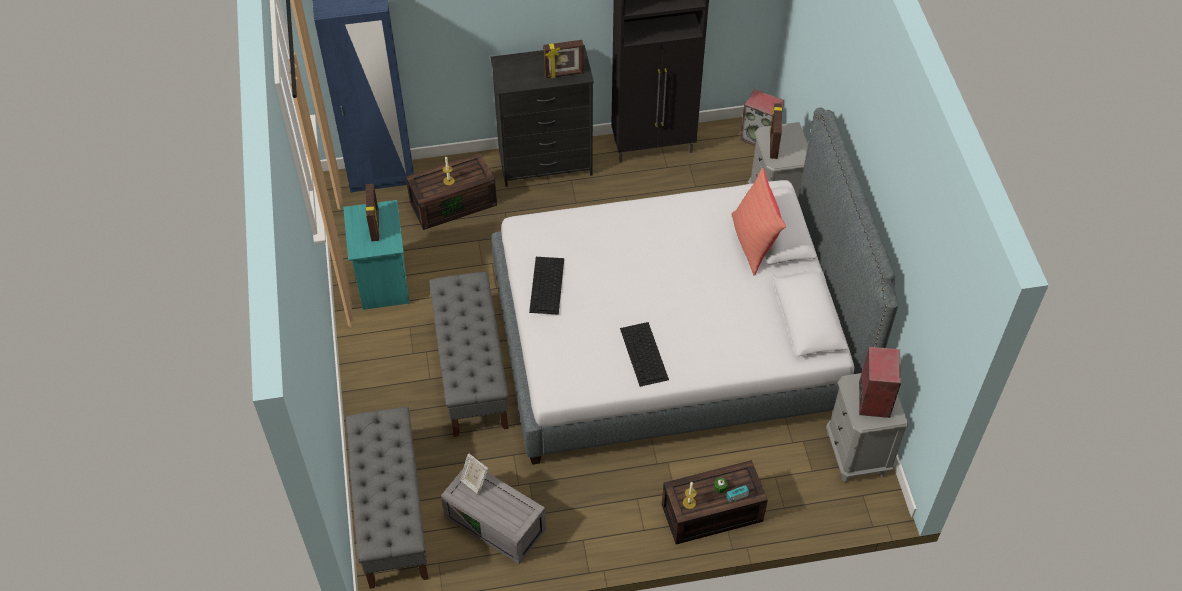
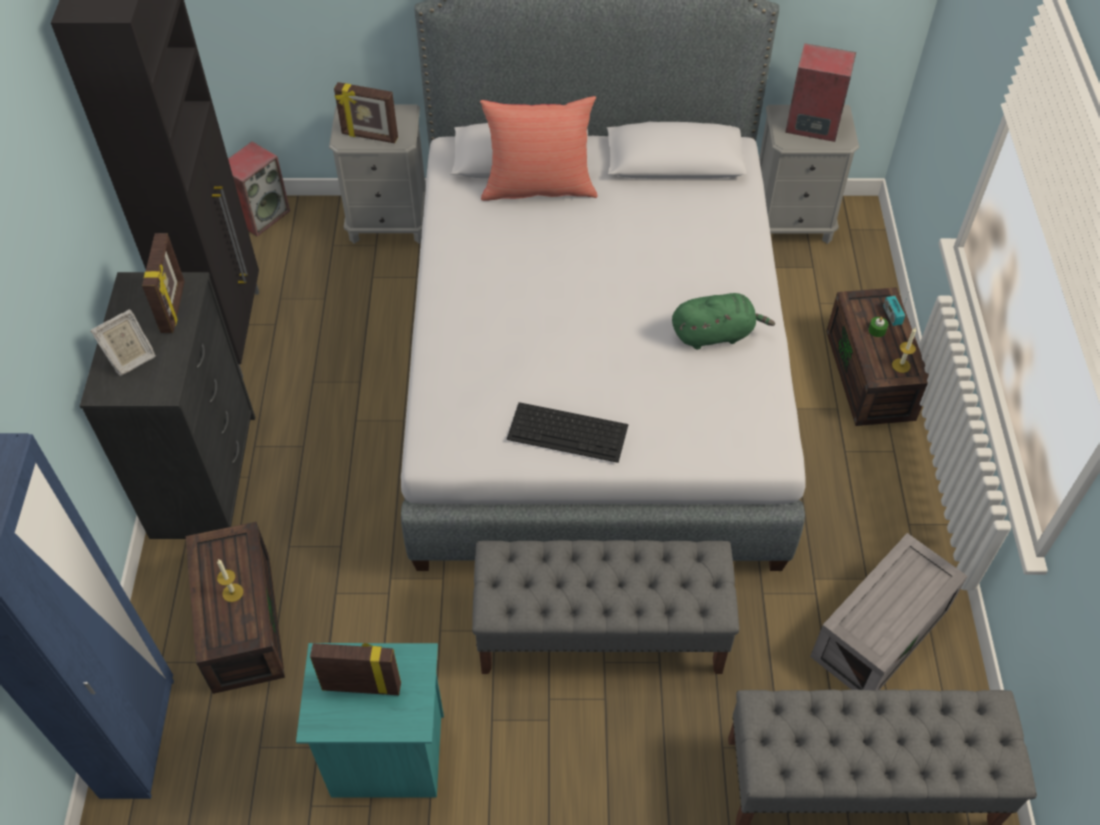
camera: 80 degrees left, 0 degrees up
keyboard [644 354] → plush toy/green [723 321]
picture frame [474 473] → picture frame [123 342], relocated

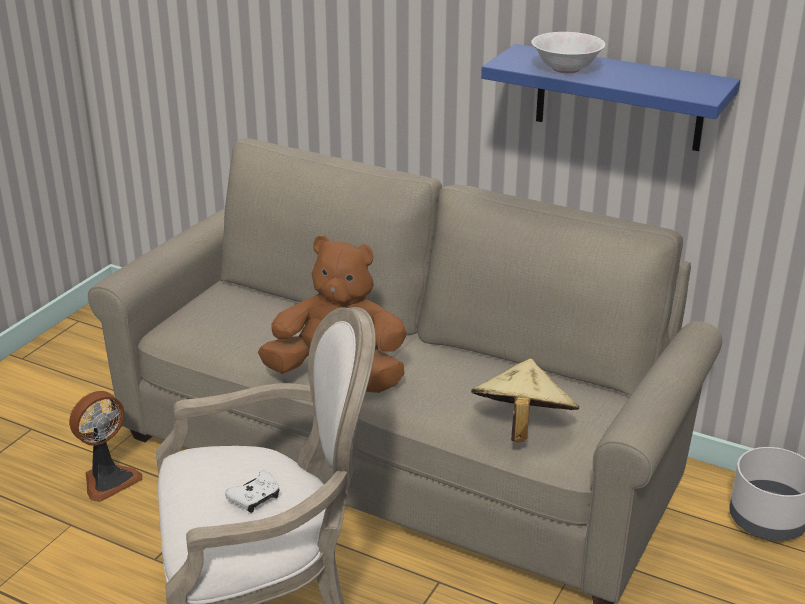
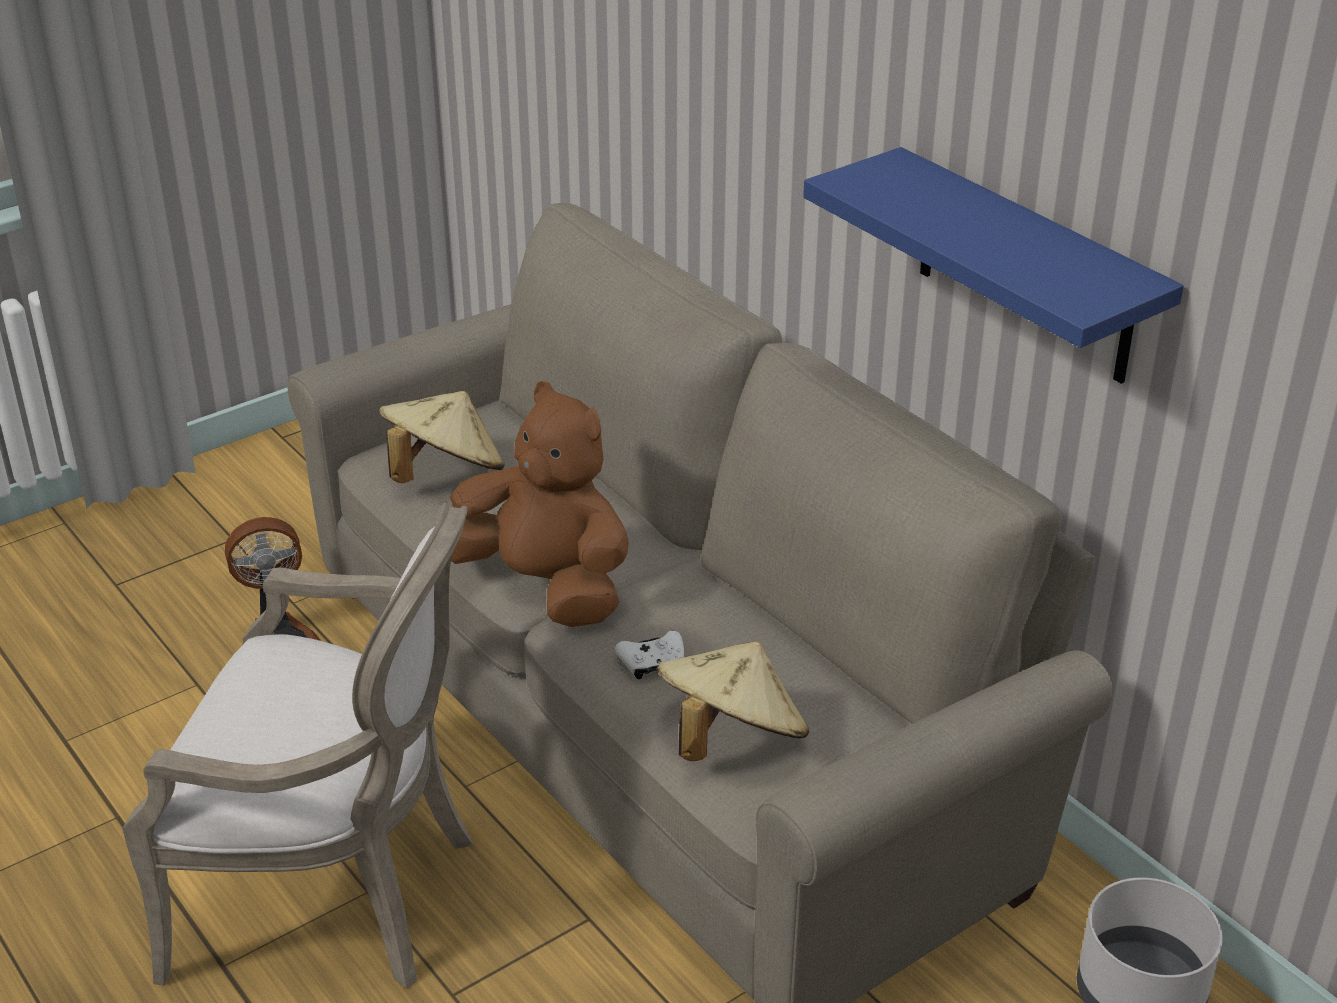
camera: 25 degrees right, 5 degrees up
bowl/white [568 52] → -
game controller/white [252 492] → game controller/white [649 655], relocated
- → hat/beige [442 437]

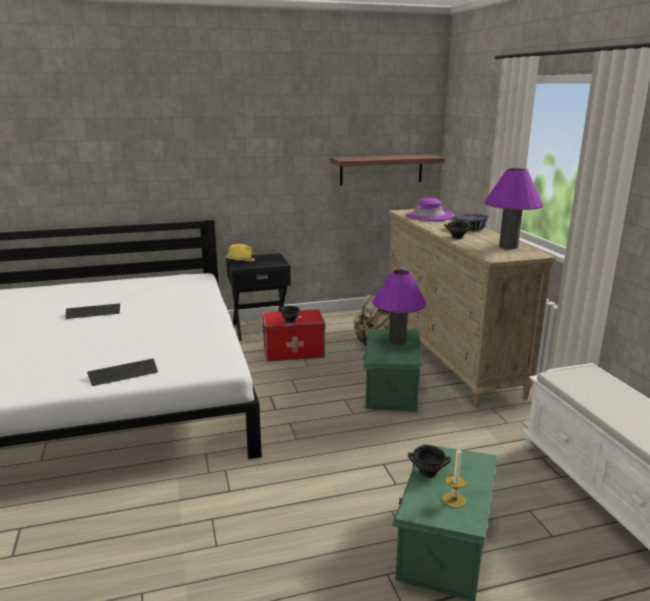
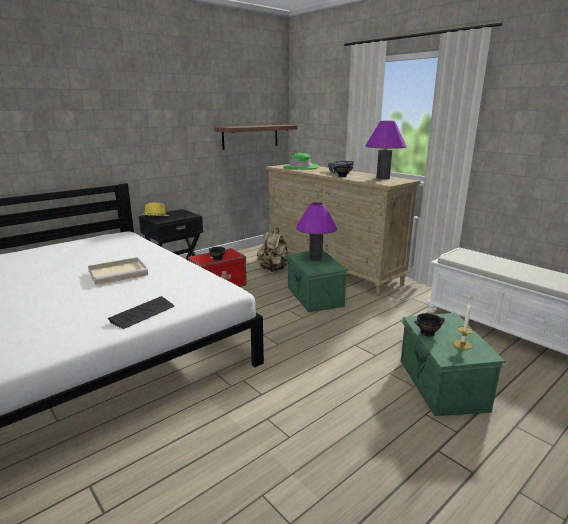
camera: 25 degrees left, 0 degrees up
hat/purple [429 209] → hat/green [301 161]
keyboard [93 311] → -
- → tray/beige [118 271]

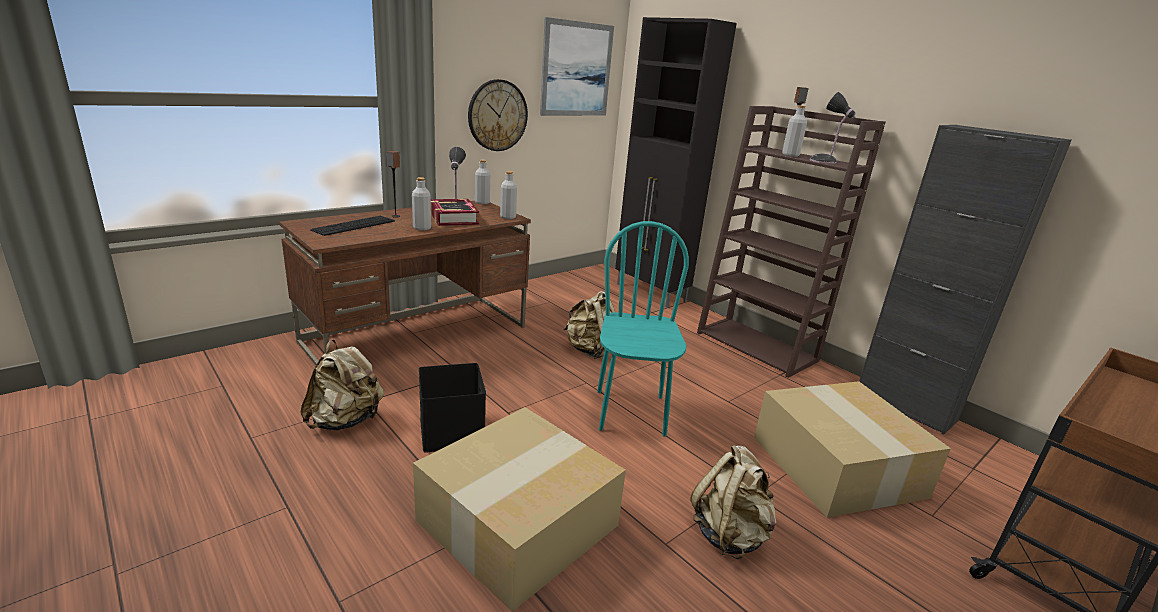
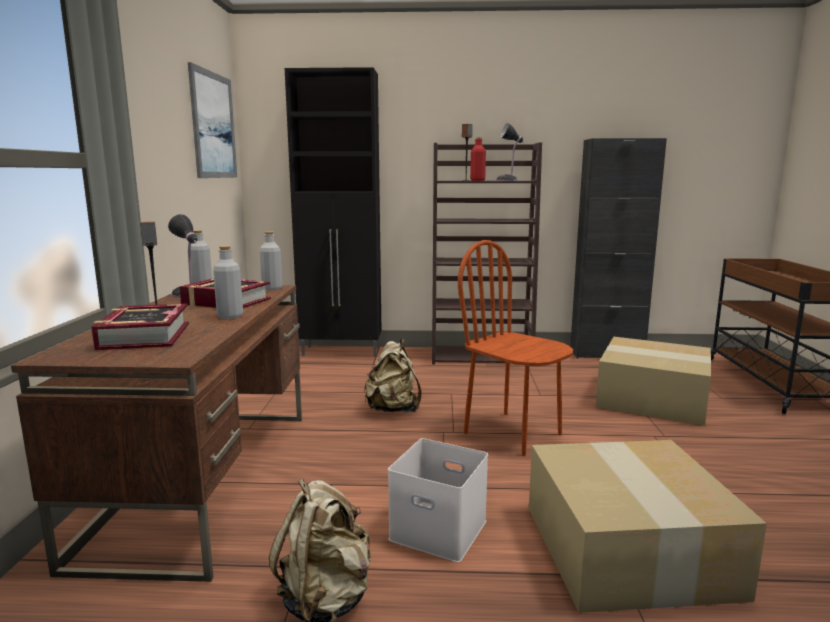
camera: 45 degrees left, 10 degrees down
wall clock [498 115] → -
bottle/grey [794 131] → bottle/red [478 159]
keyboard [352 226] → book [140 327]
chair/turquoise [643 329] → chair/brown [515 348]
storage box/black [452 408] → storage box/white [438 500]
backpack/beige [733 502] → -

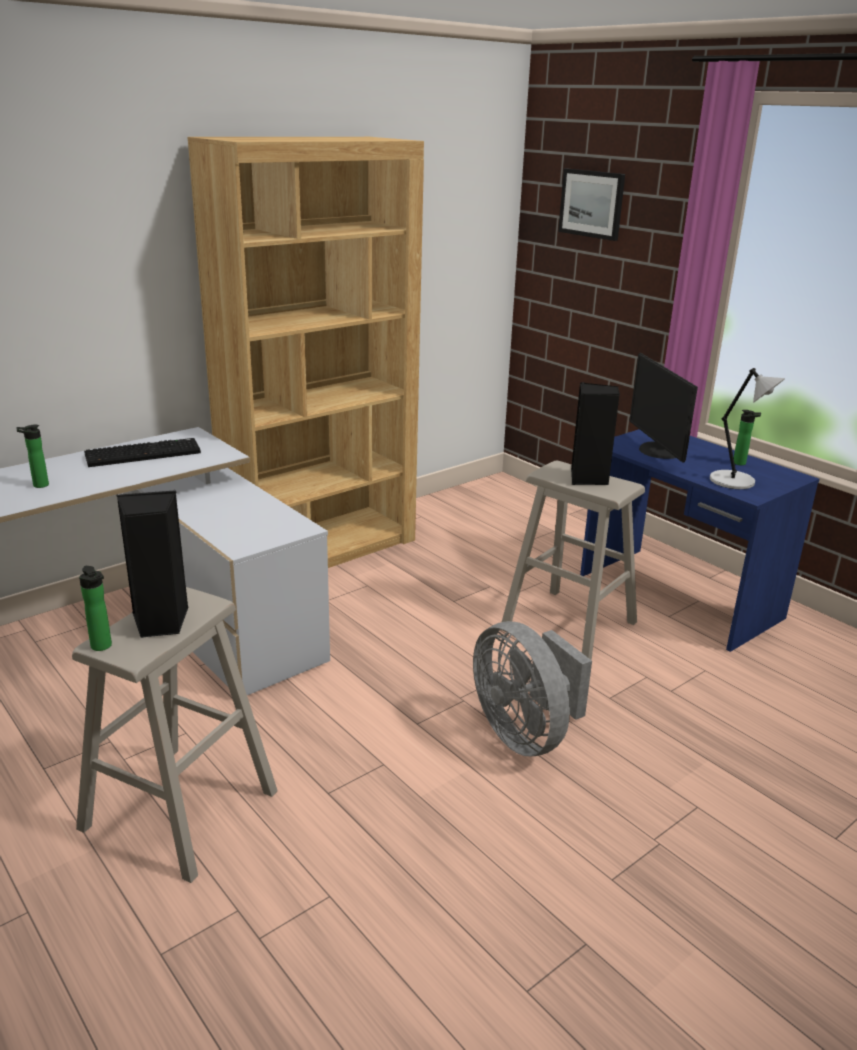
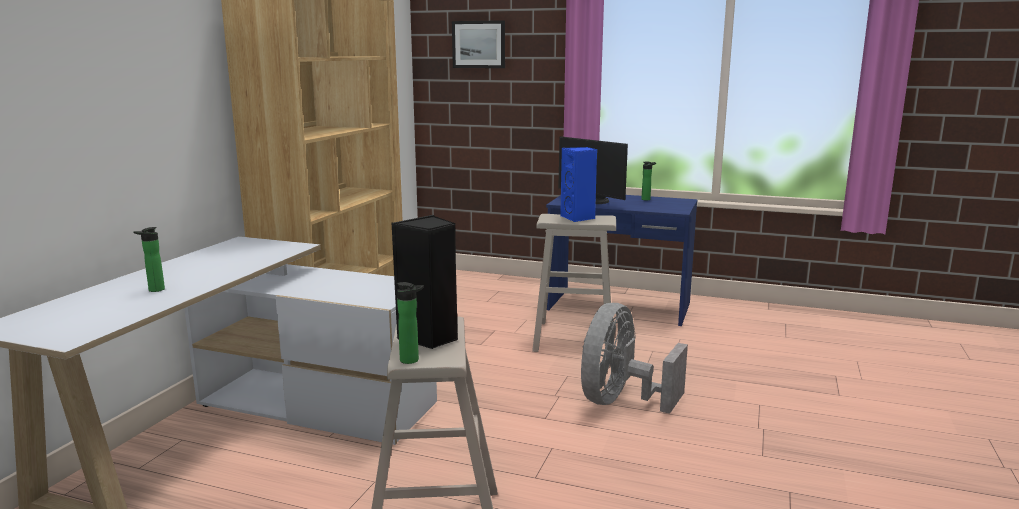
camera: 30 degrees left, 10 degrees down
table lamp/grey [747 428] → -
speaker/black [595 433] → speaker/blue [578 184]
keyboard [142 452] → -
fan/grey [532 688] → fan/grey [634 358], 90 degrees clockwise

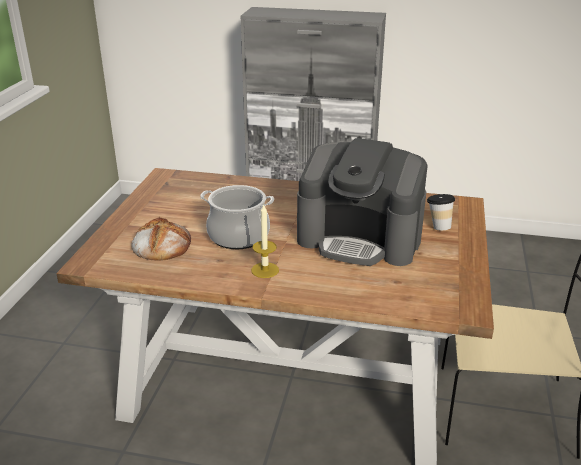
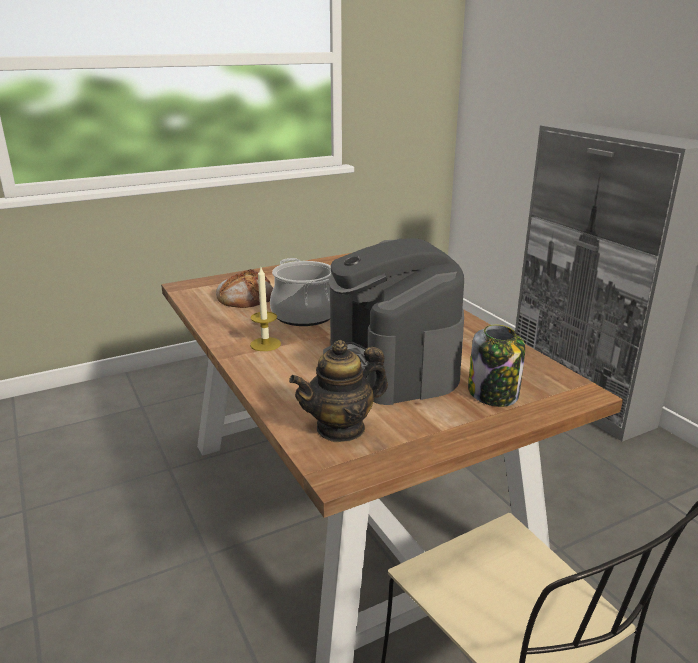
camera: 50 degrees right, 5 degrees down
cup [441 212] → jar [496 366]
- → teapot [338 391]

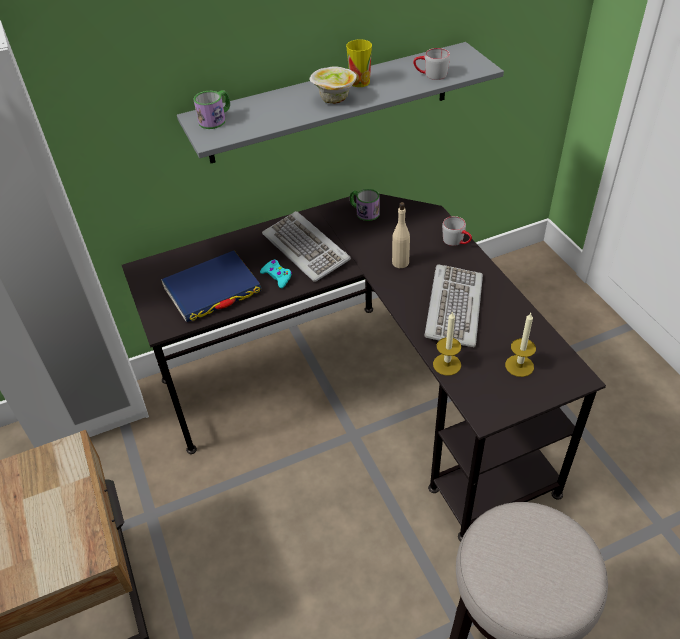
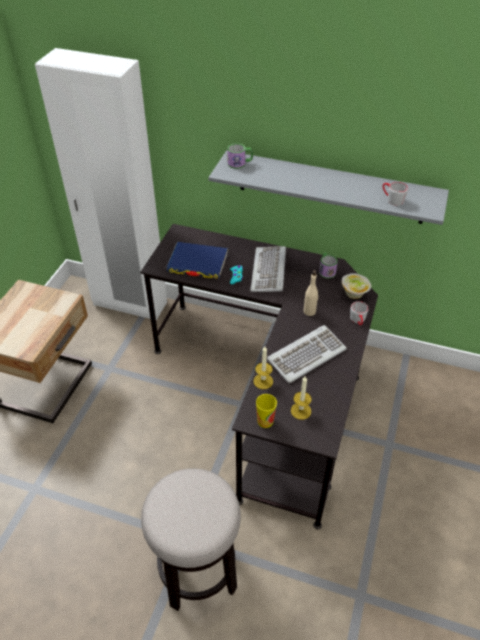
camera: 40 degrees right, 0 degrees up
cup [359 63] → cup [266 411], relocated
bowl [333 85] → bowl [356 286], relocated

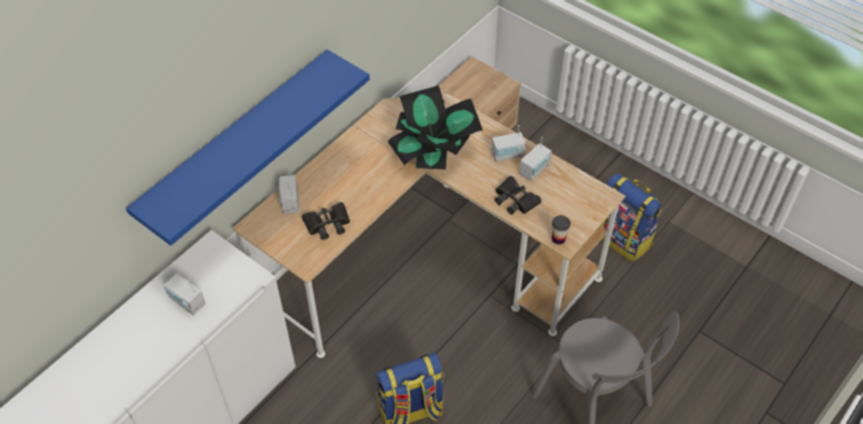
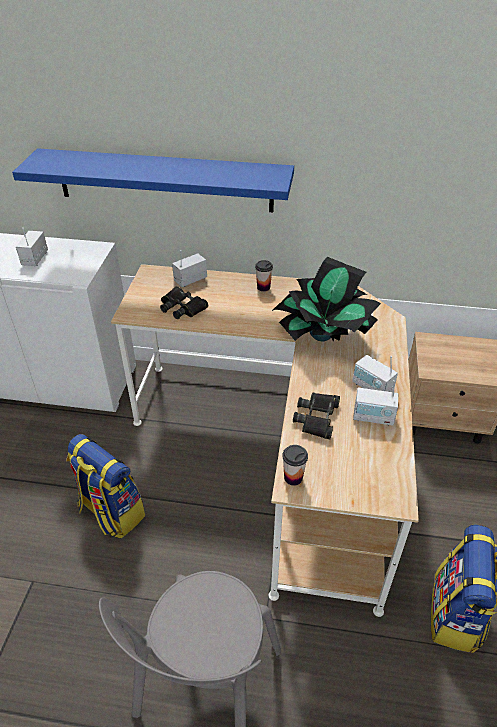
camera: 60 degrees right, 10 degrees down
- → cup [264 276]

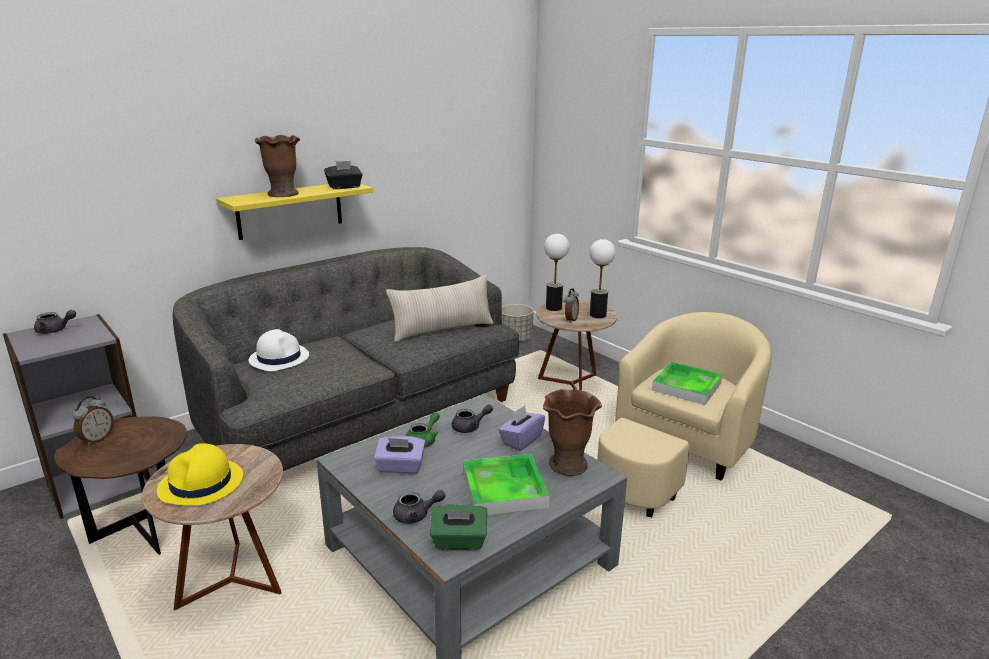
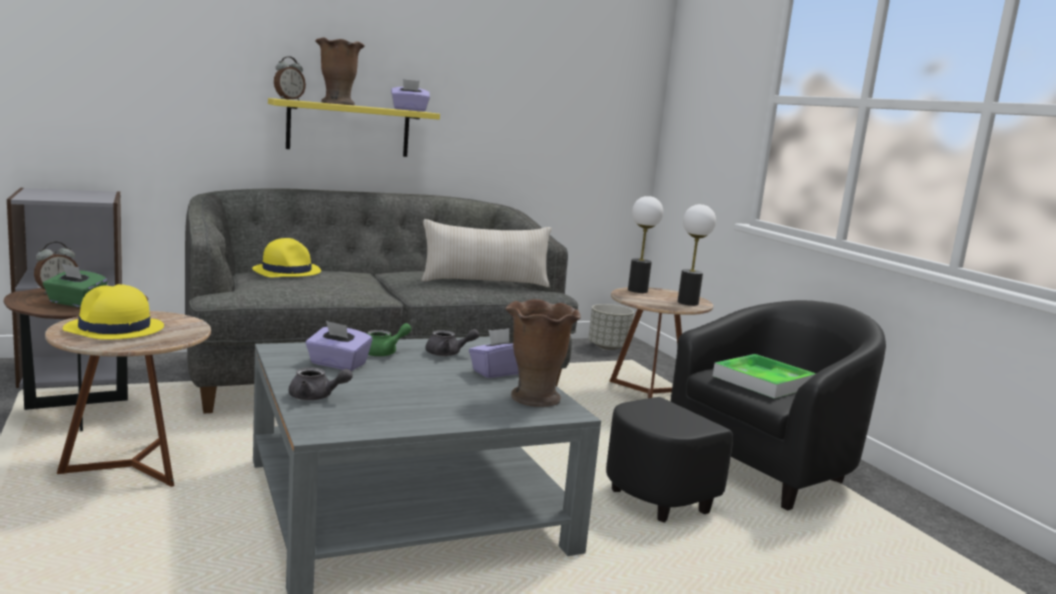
camera: 15 degrees right, 10 degrees down
tissue box/black [343 175] → tissue box/purple [410 95]
alarm clock [571 305] → alarm clock [290 78], relocated
teapot/grey [55 322] → -
armchair/beige [684 414] → armchair/black [746 411]
hat/white [279 350] → hat/yellow [286 257]
tray [506 484] → -
tissue box/green [458 527] → tissue box/green [75 286], relocated

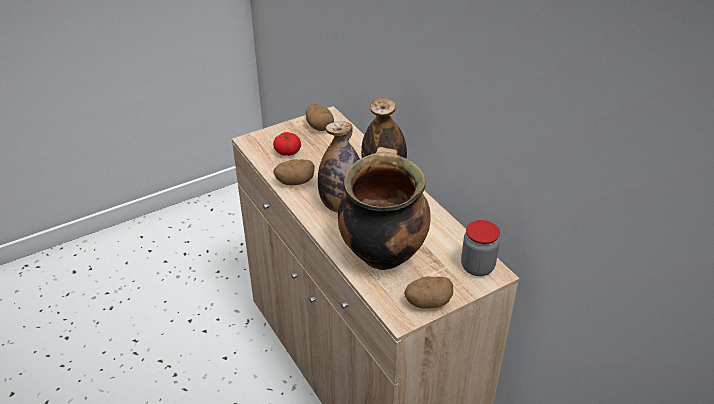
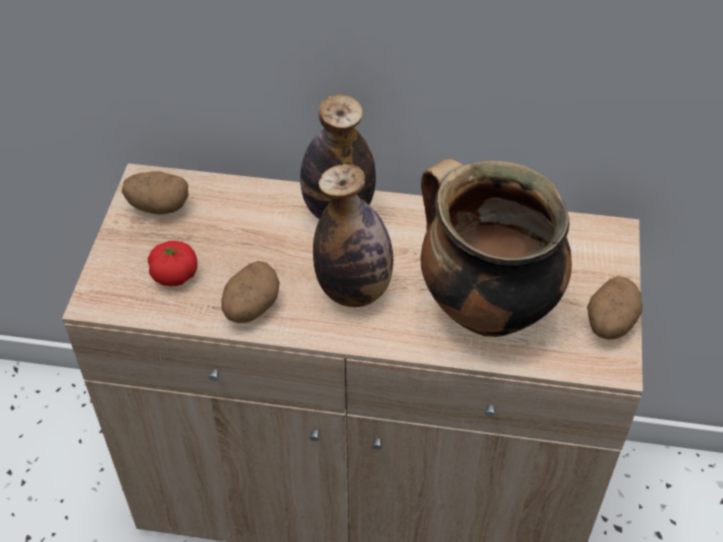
camera: 50 degrees left, 10 degrees up
jar [480 248] → -

